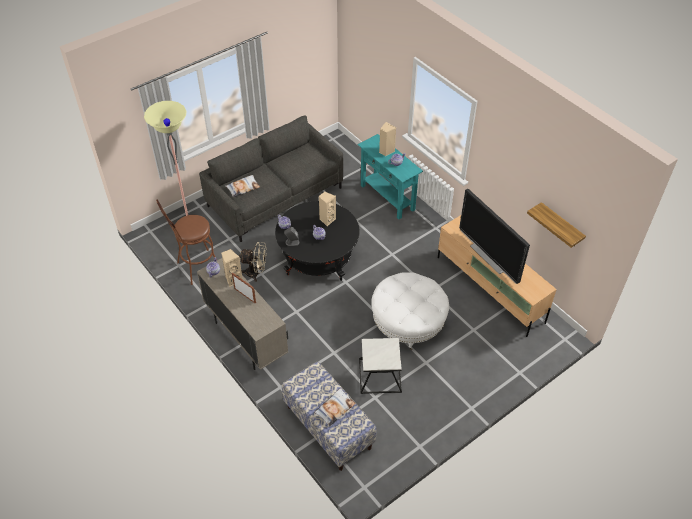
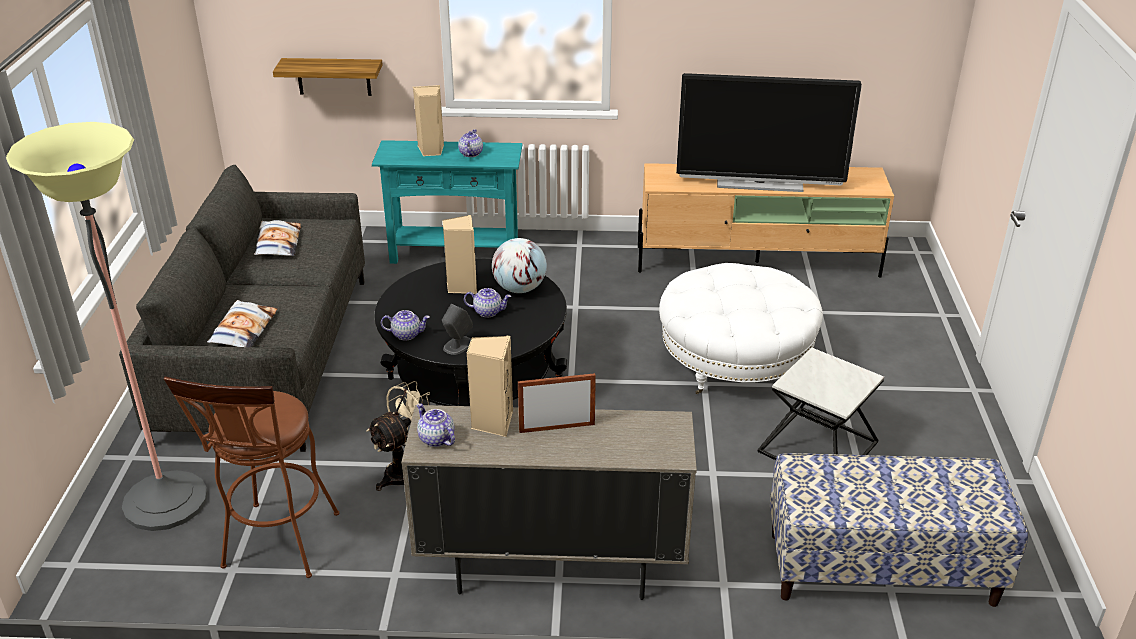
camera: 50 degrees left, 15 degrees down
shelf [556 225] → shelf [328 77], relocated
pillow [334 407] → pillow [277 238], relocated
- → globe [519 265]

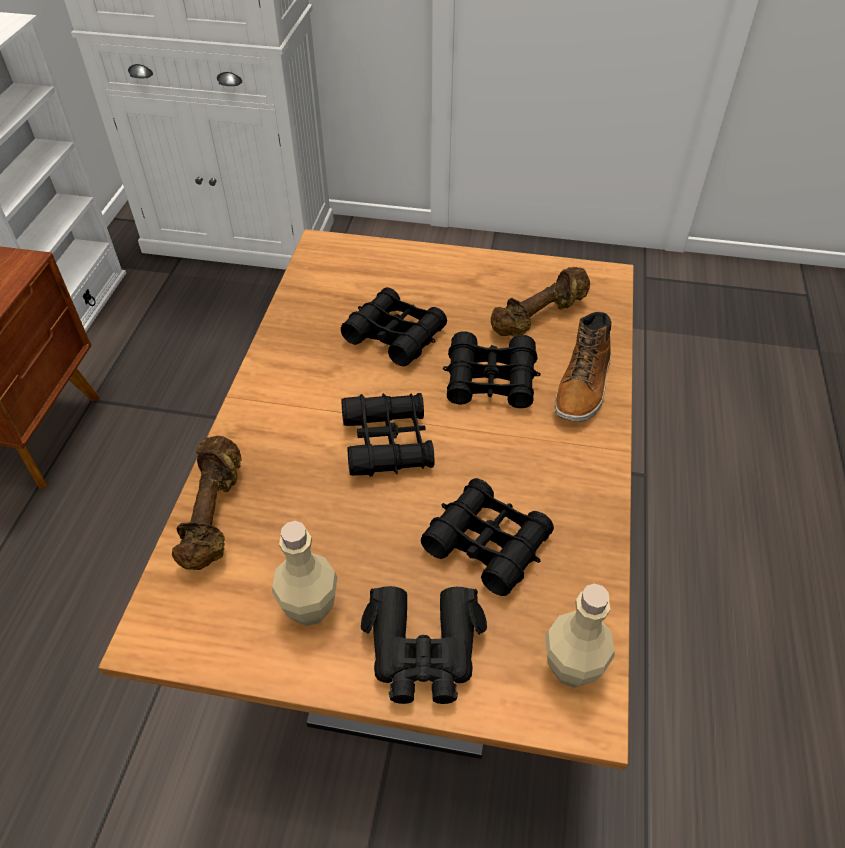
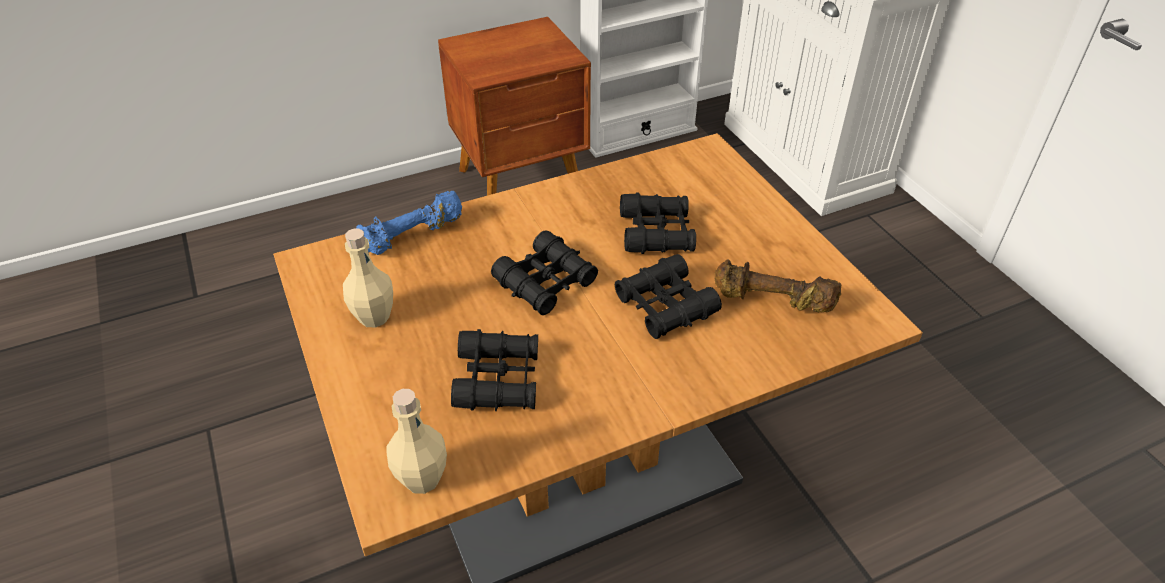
camera: 55 degrees right, 5 degrees down
boot [582 366] → -
dumbbell/brown [207 503] → dumbbell/blue [409 223]
binoculars/black [424 645] → -

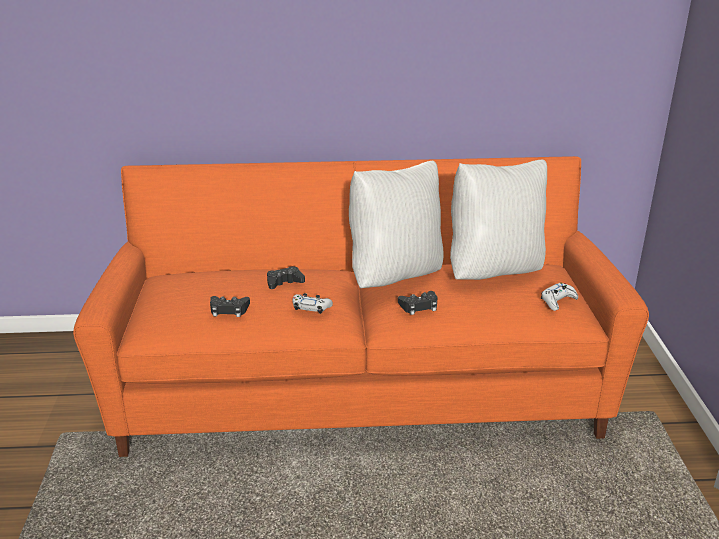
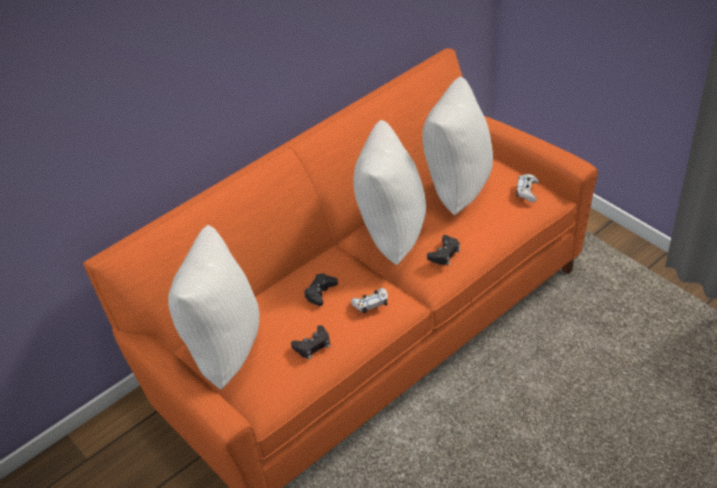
camera: 35 degrees left, 15 degrees up
- → pillow/white [214 307]

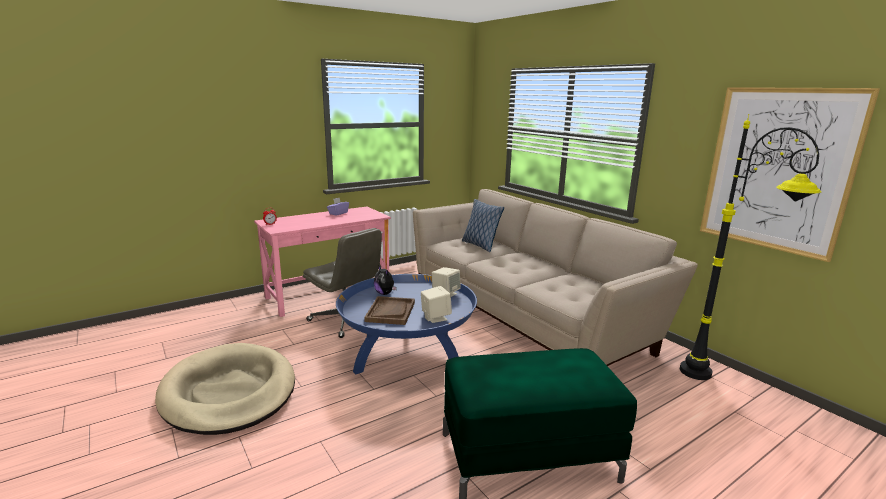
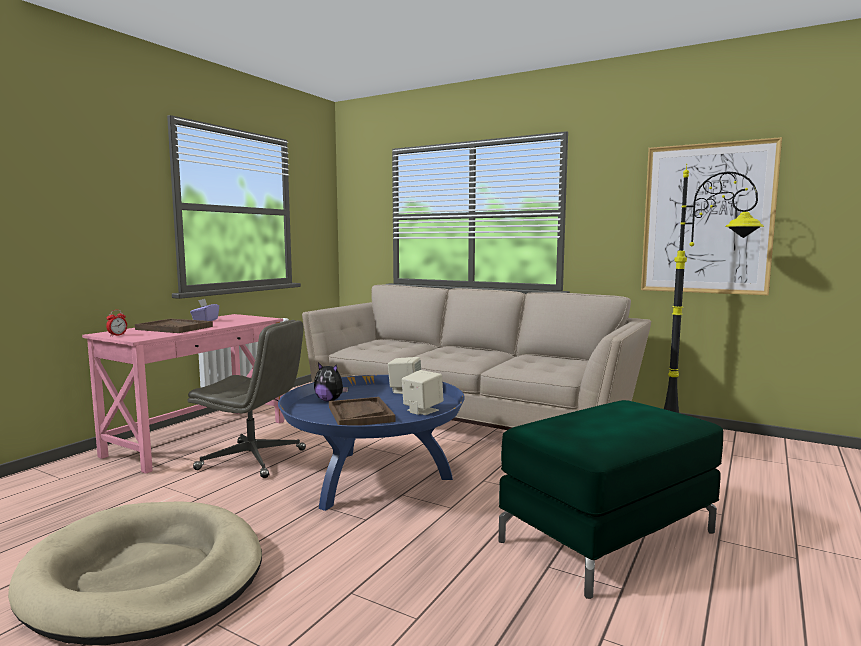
camera: 25 degrees left, 10 degrees down
pillow [483 225] → -
- → tray/brown [174 326]

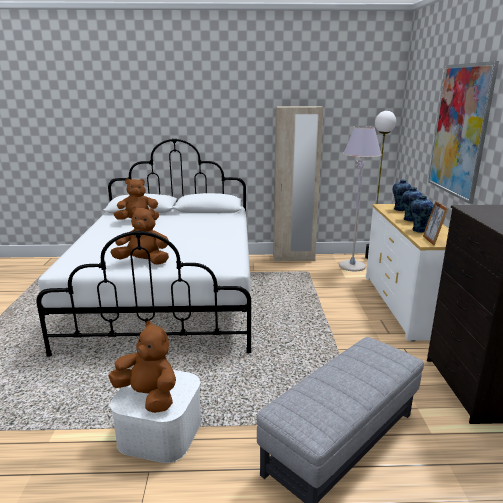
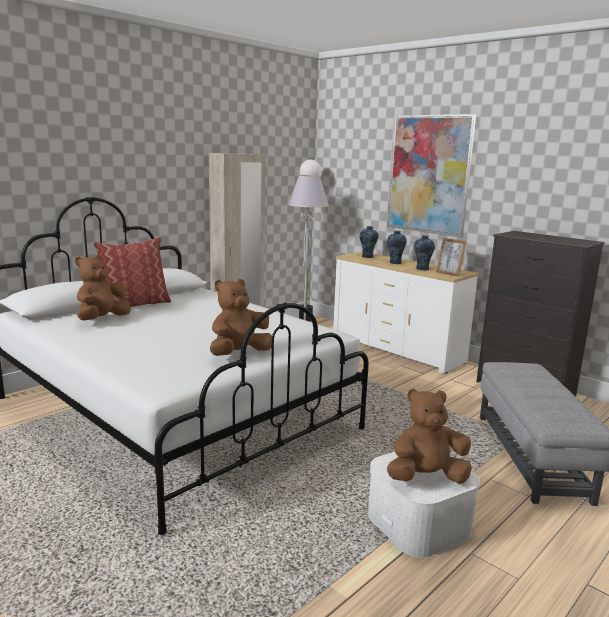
camera: 45 degrees left, 5 degrees down
- → pillow [131 272]

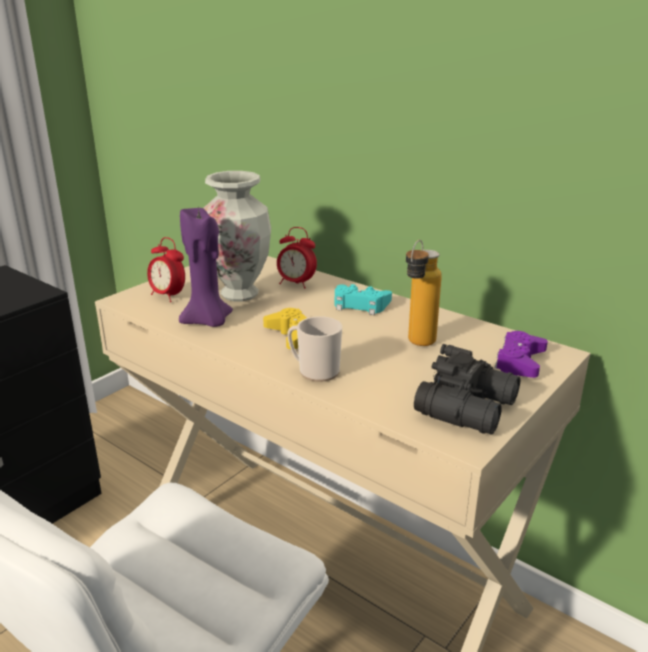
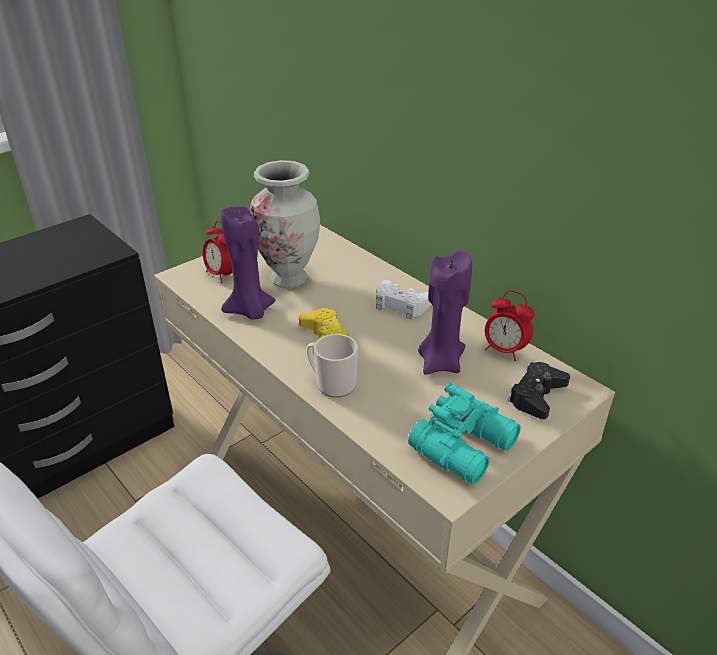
camera: 10 degrees right, 10 degrees up
alarm clock [297 258] → alarm clock [510 326], relocated
bottle [424 293] → candle/purple [445 312]
game controller/turquoise [363 299] → game controller/white [404 299]
game controller/purple [521 354] → game controller/black [539 390]
binoculars/black [467 389] → binoculars/turquoise [464 433]

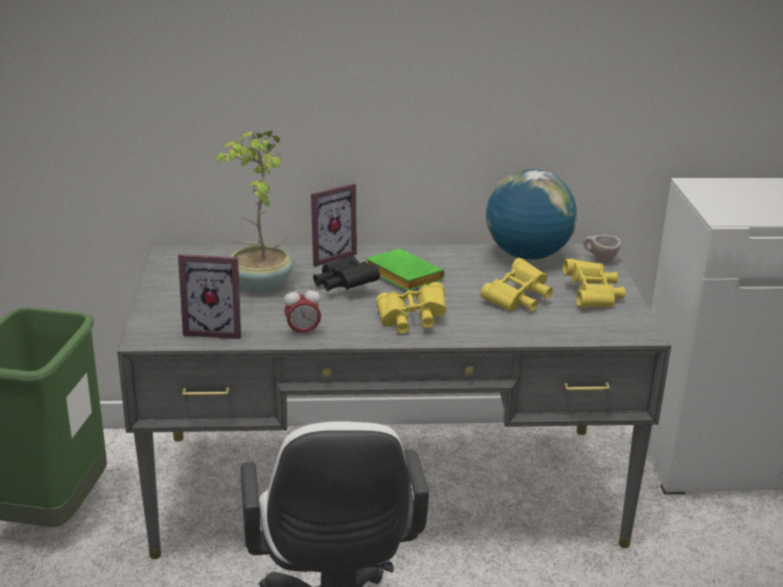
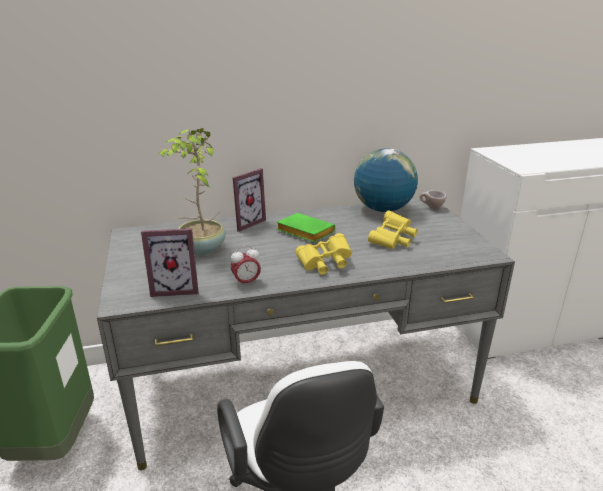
camera: 10 degrees left, 0 degrees up
binoculars/black [346 273] → -
binoculars/yellow [594 283] → -

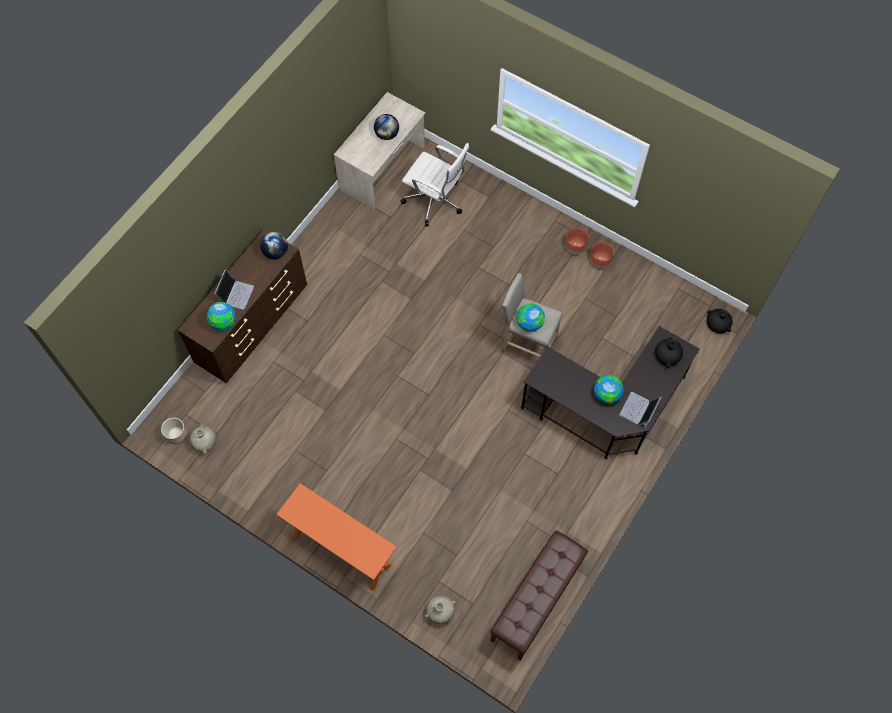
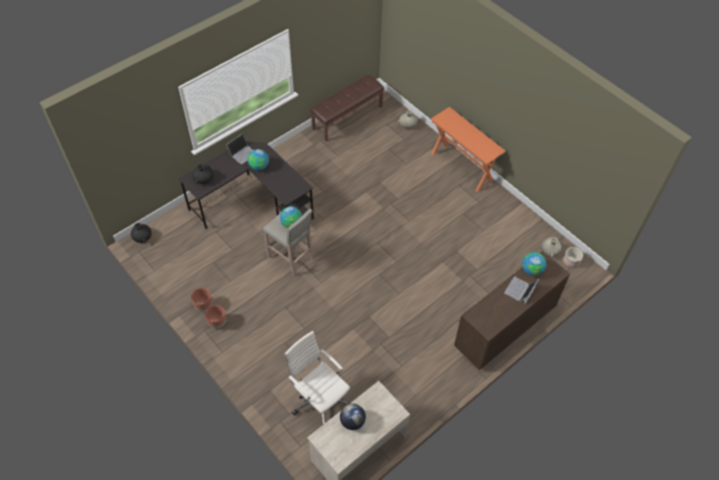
camera: 165 degrees left, 10 degrees down
globe [274 245] → -

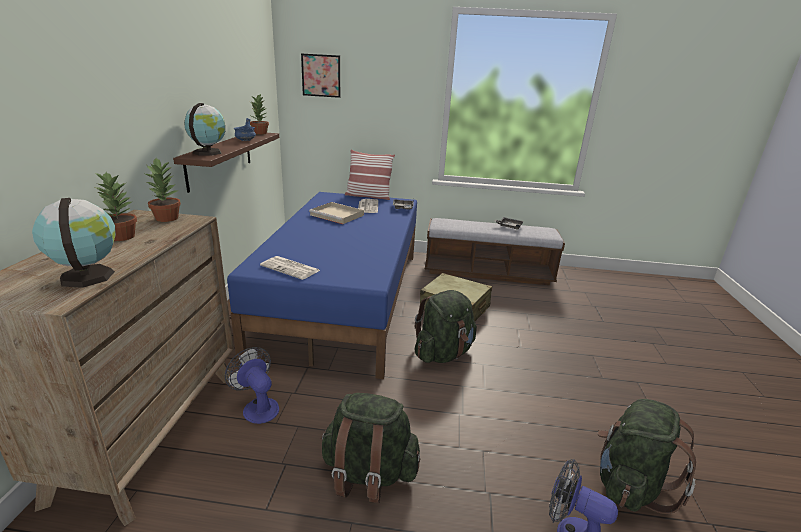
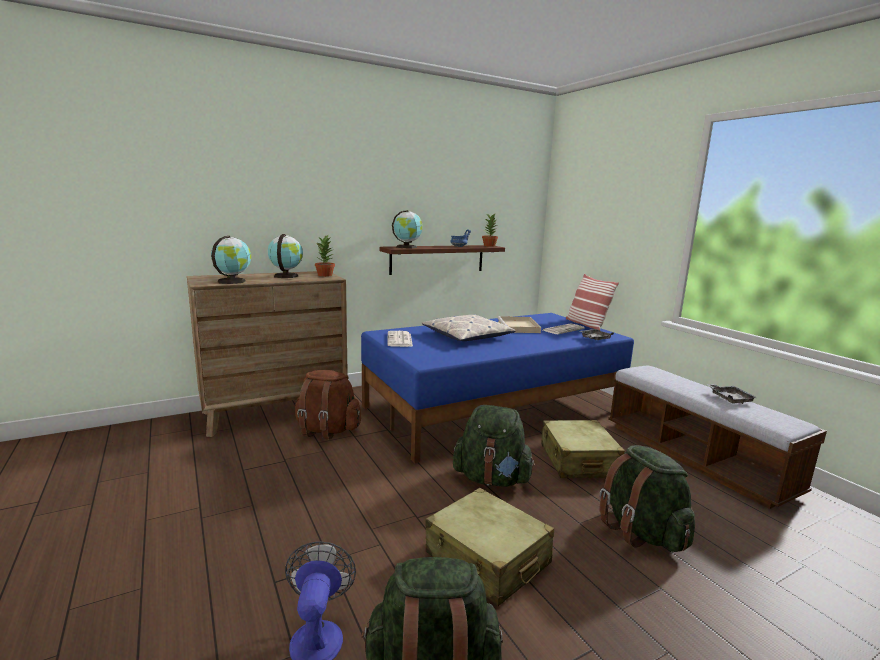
camera: 55 degrees right, 10 degrees down
picture [320 76] → -
potted plant [115 206] → globe [285 256]
fan [252 385] → backpack/brown [328 404]
backpack/green [370 448] → backpack/green [647 498], relocated
- → pillow [469 327]
- → suitcase/beige [489 547]

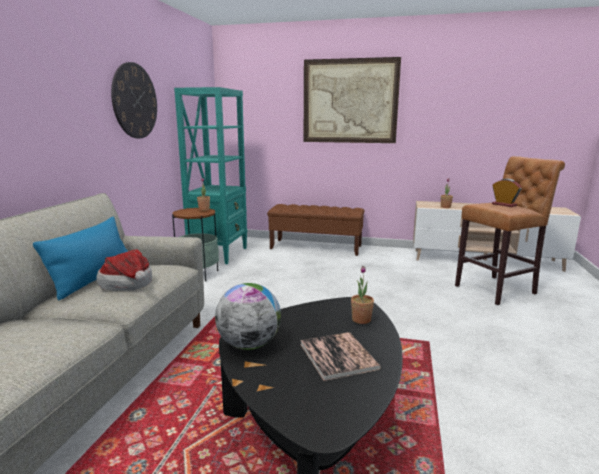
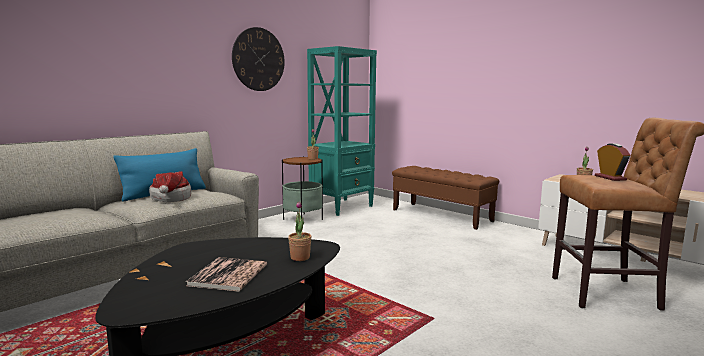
camera: 30 degrees right, 5 degrees down
picture [352 100] → -
globe [248 316] → -

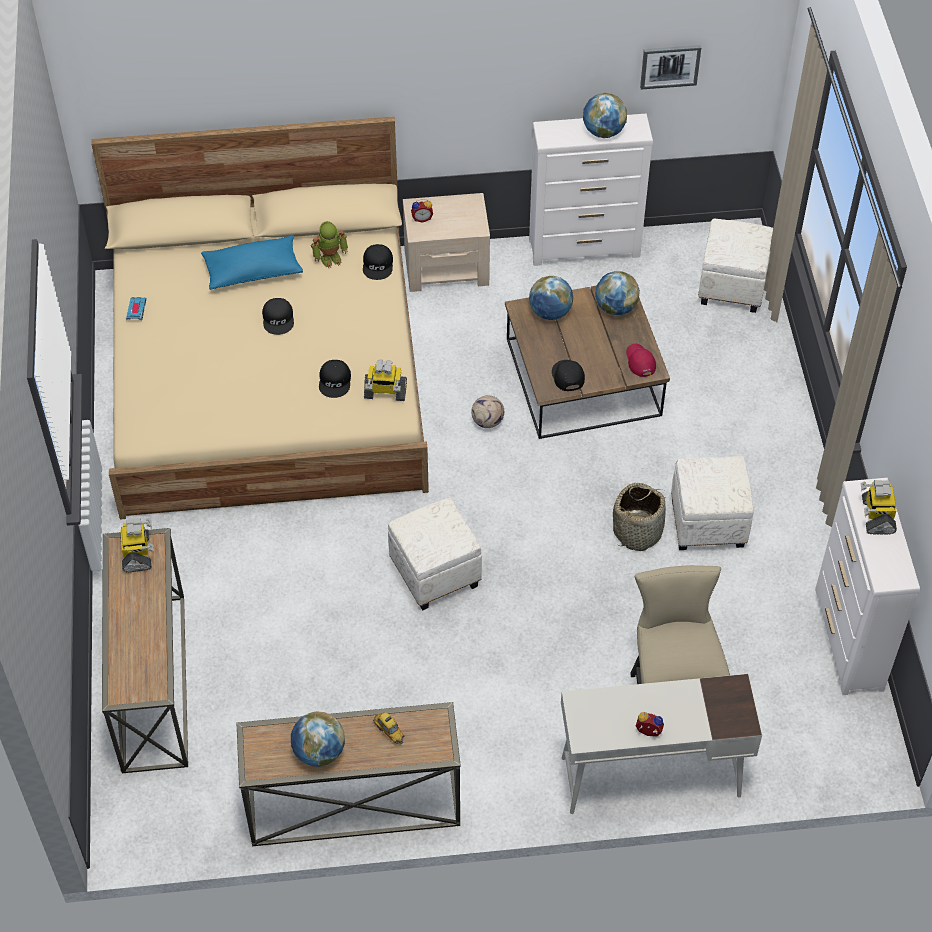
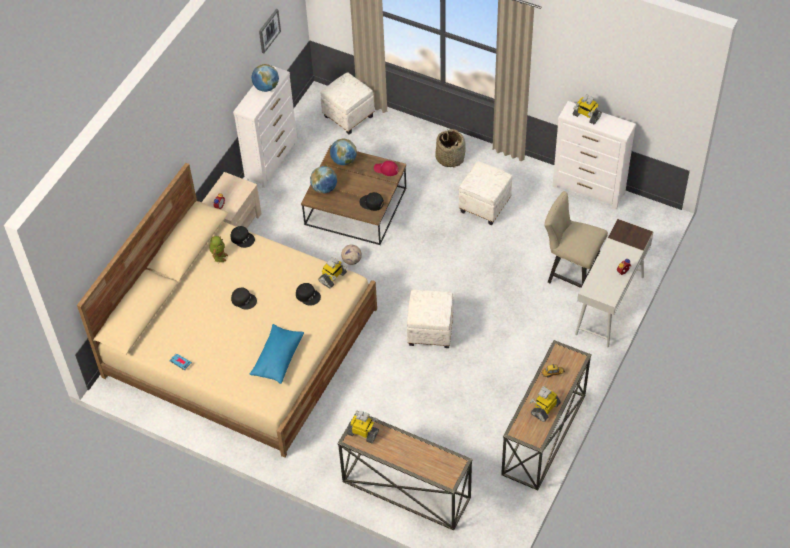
camera: 55 degrees left, 0 degrees up
pillow/blue [252 262] → pillow/blue [277 354], relocated
basket [639 517] → basket [450 148], relocated
globe [318 739] → toy robot [545 404]

